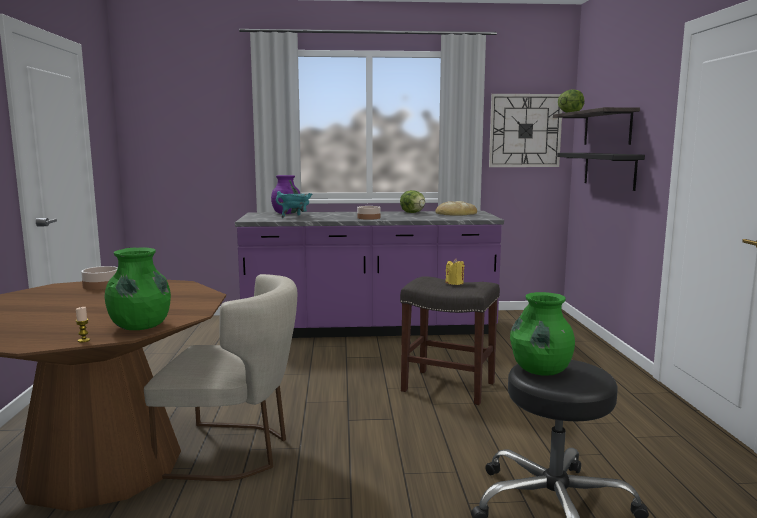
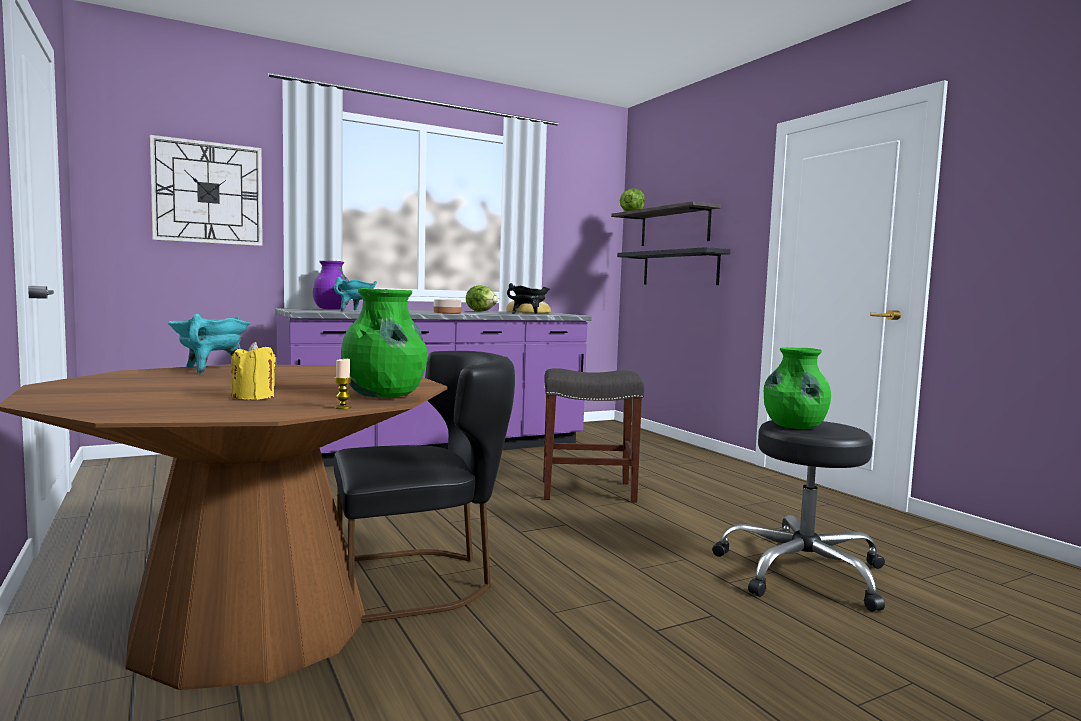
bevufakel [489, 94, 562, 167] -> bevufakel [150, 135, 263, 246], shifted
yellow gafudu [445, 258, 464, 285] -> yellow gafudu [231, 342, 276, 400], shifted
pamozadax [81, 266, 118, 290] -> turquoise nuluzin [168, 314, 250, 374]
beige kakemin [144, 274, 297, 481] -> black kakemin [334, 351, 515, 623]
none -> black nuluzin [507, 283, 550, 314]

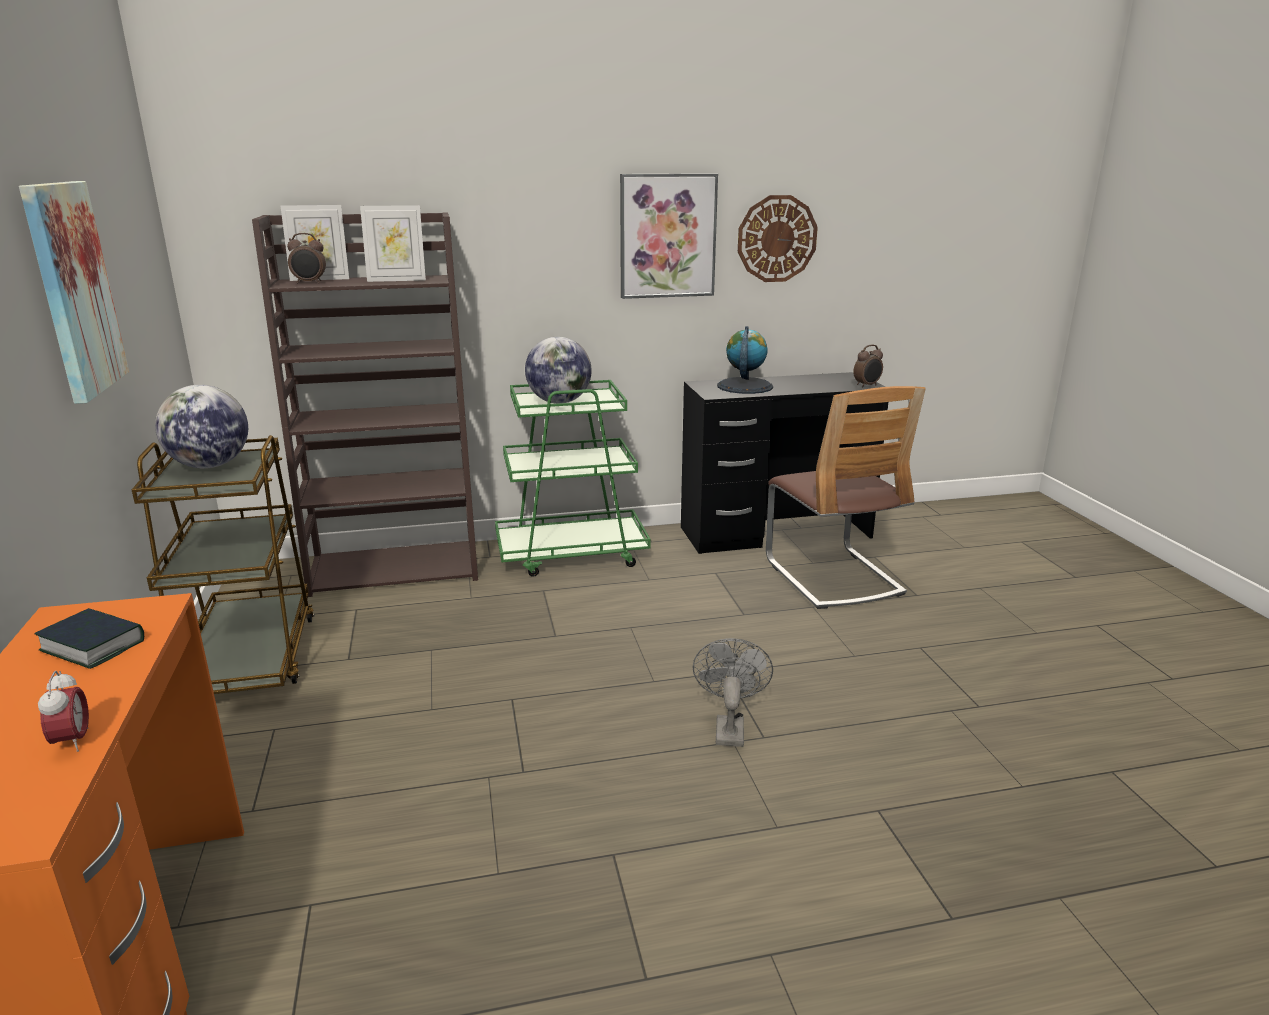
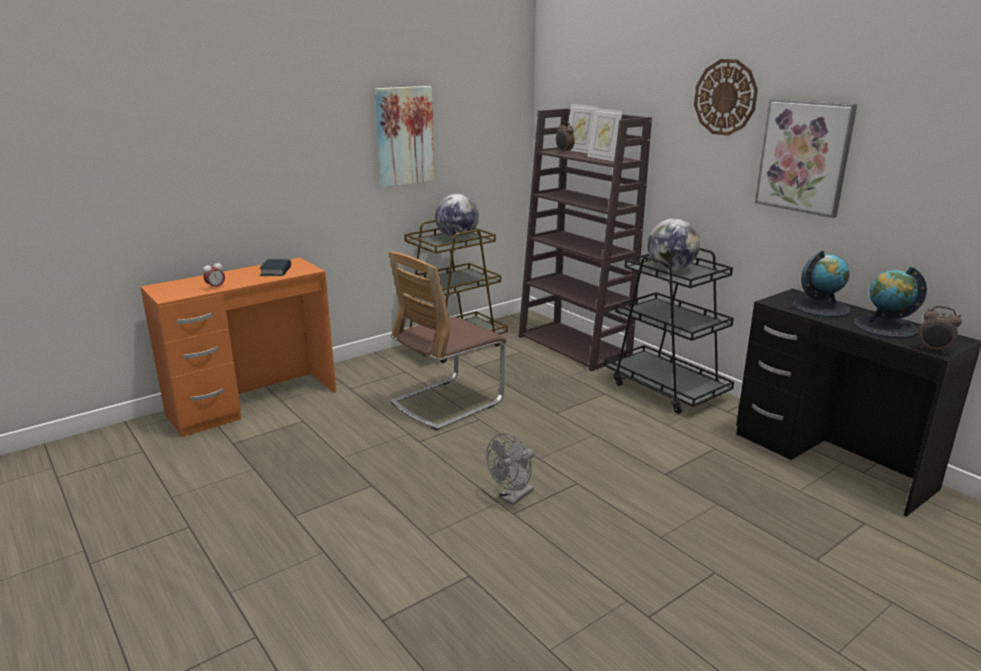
bevufakel [738, 195, 818, 282] -> bevufakel [694, 59, 758, 136], shifted
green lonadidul [495, 380, 651, 577] -> black lonadidul [604, 248, 734, 414]
kakemin [766, 386, 926, 609] -> kakemin [388, 251, 506, 430], shifted
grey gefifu [693, 638, 773, 747] -> grey gefifu [486, 433, 534, 505], 150 degrees clockwise
none -> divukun [854, 266, 927, 338]

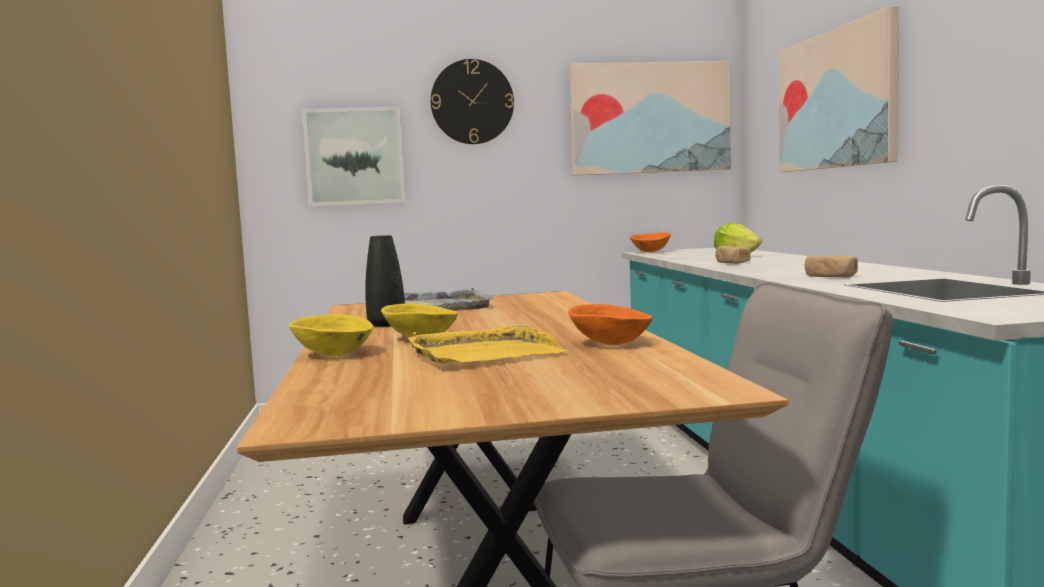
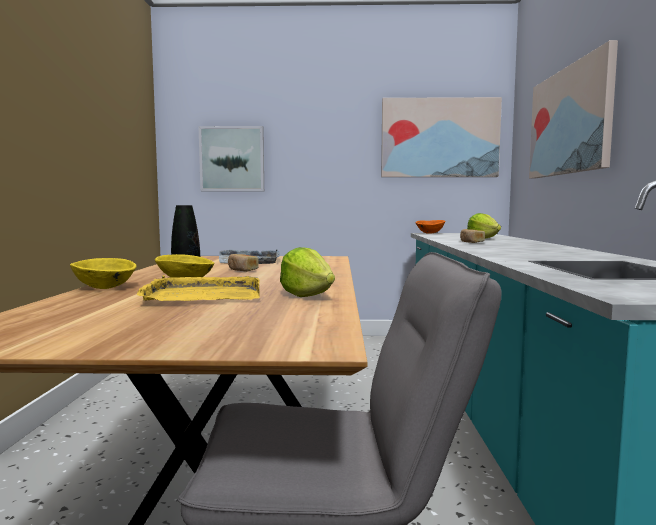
bevufakel [431, 59, 514, 144] -> none
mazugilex [805, 255, 858, 277] -> mazugilex [228, 254, 259, 272], shifted
orange pamozadax [568, 304, 653, 345] -> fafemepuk [280, 247, 335, 297]

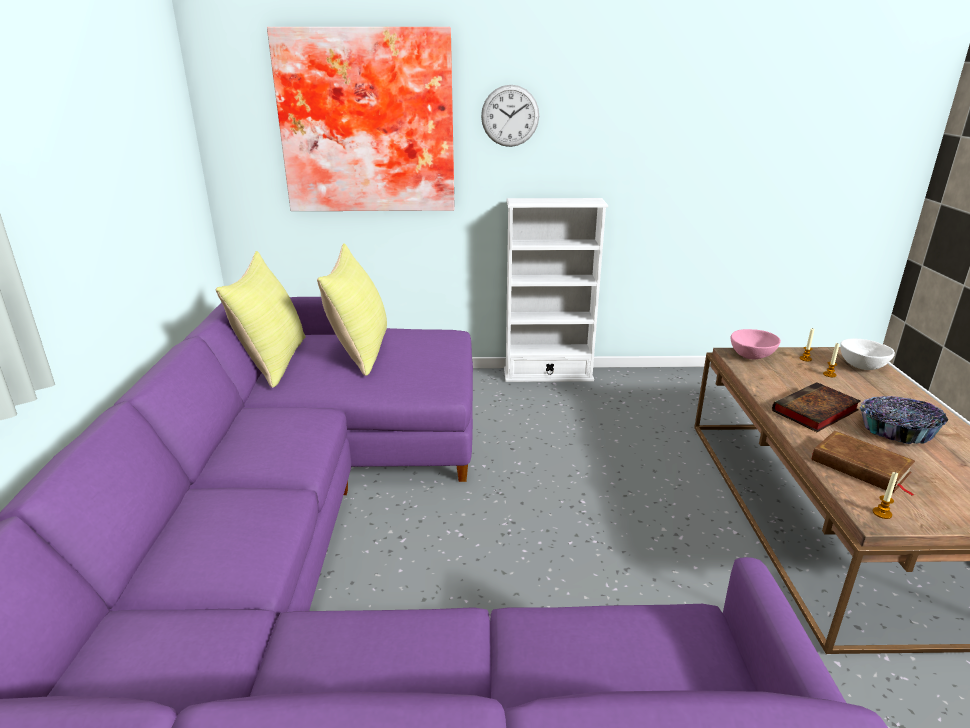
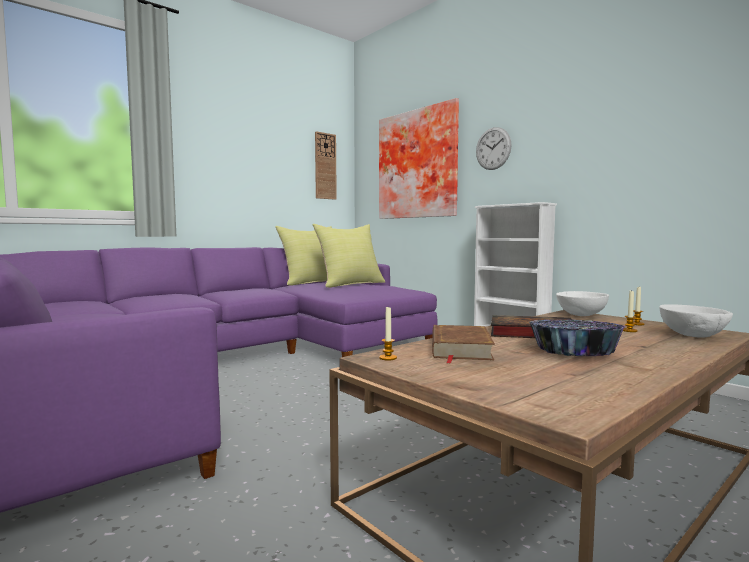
pink pamozadax [730, 329, 781, 360] -> white pamozadax [556, 291, 609, 316]
none -> bevufakel [315, 131, 337, 200]

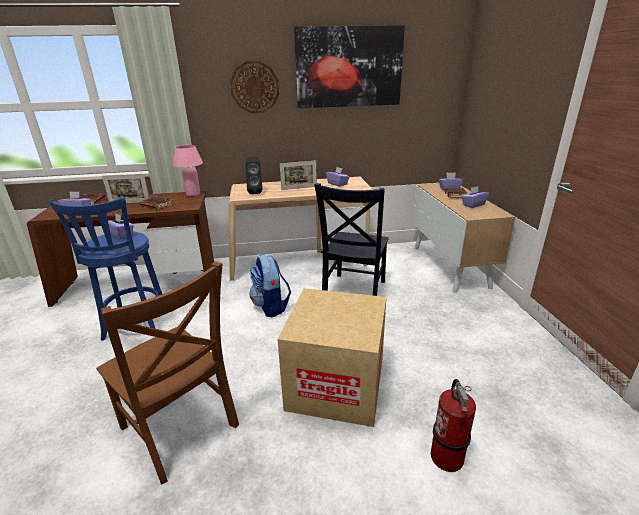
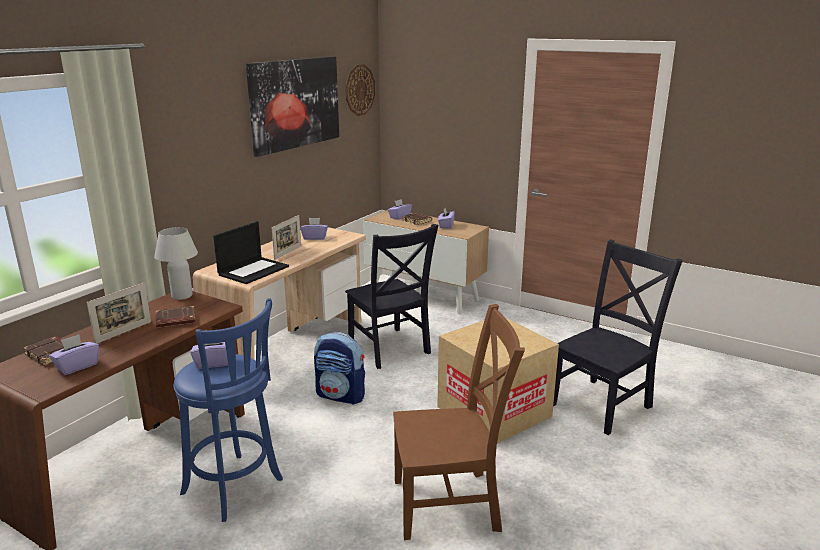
bevufakel [230, 61, 279, 113] -> bevufakel [346, 64, 375, 116], shifted
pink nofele [173, 145, 203, 196] -> white nofele [154, 227, 198, 300]
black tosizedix [246, 157, 262, 194] -> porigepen [213, 221, 289, 284]
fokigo [431, 379, 476, 472] -> black kakemin [553, 239, 683, 435]

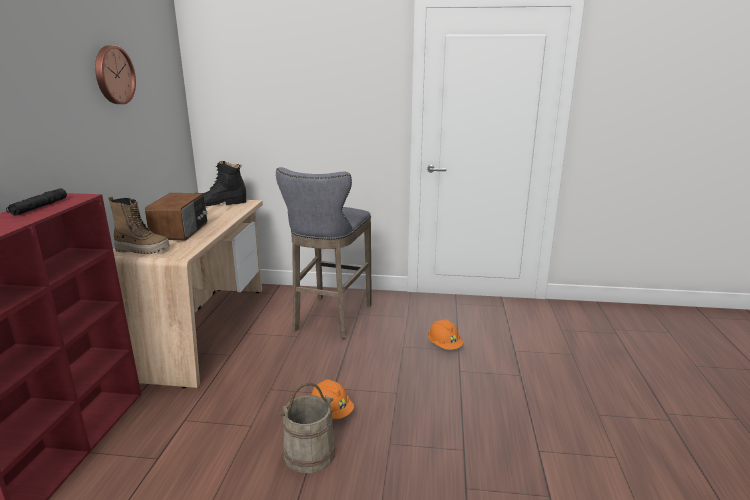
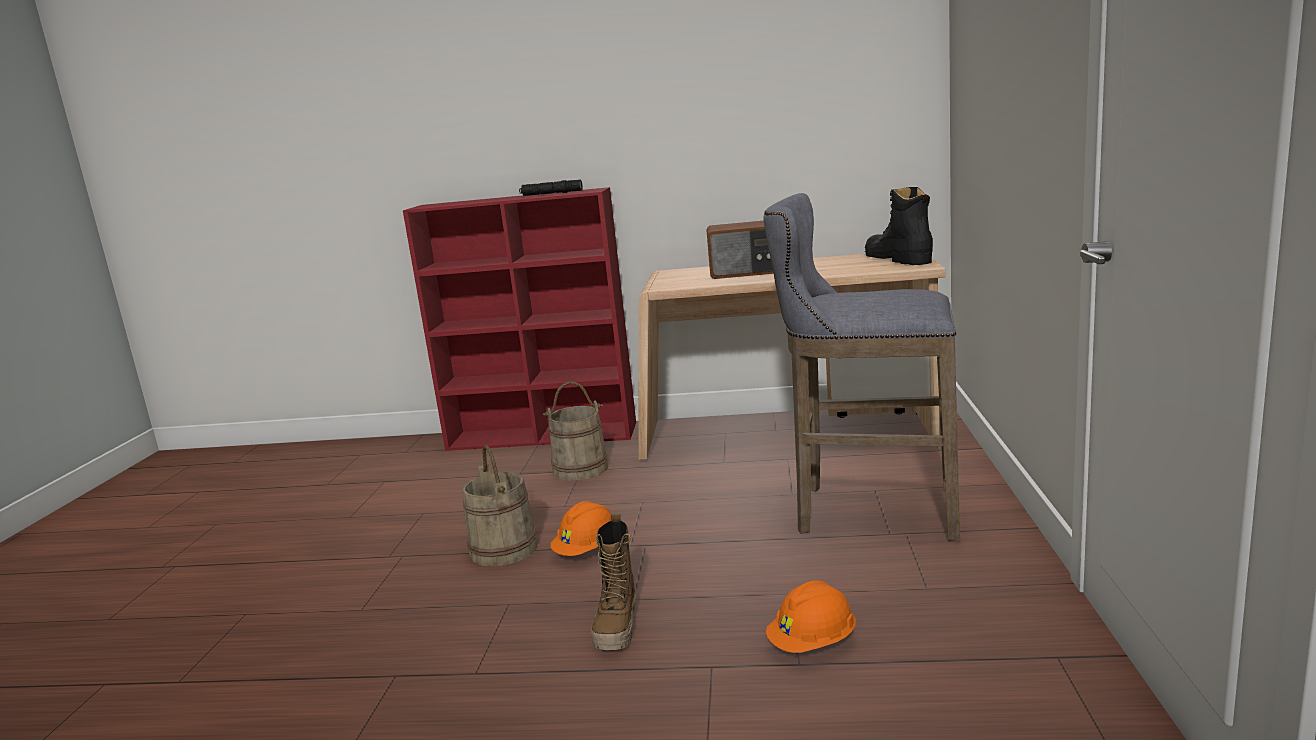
bevufakel [95, 45, 136, 104] -> none
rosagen [108, 196, 170, 254] -> rosagen [591, 513, 636, 650], shifted
none -> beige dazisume [543, 381, 609, 481]

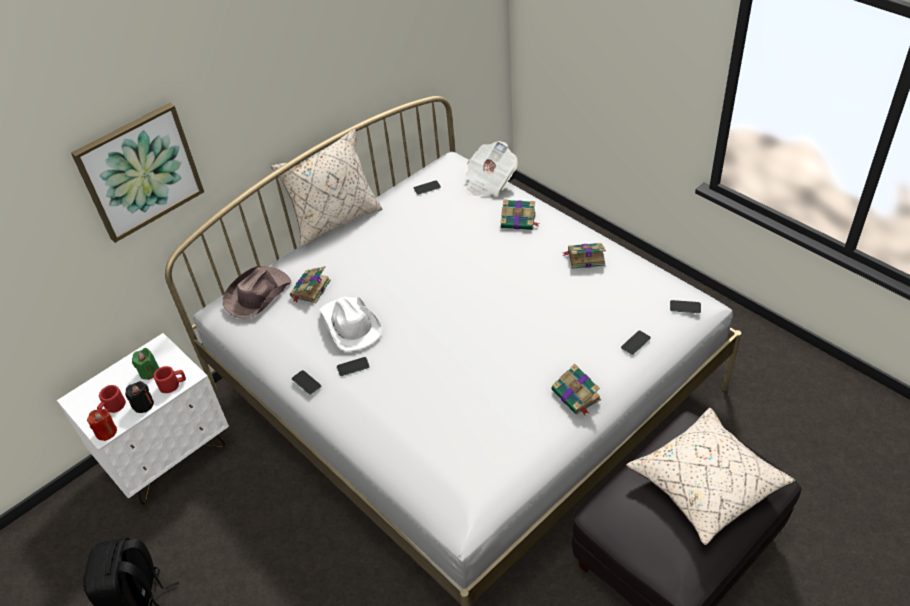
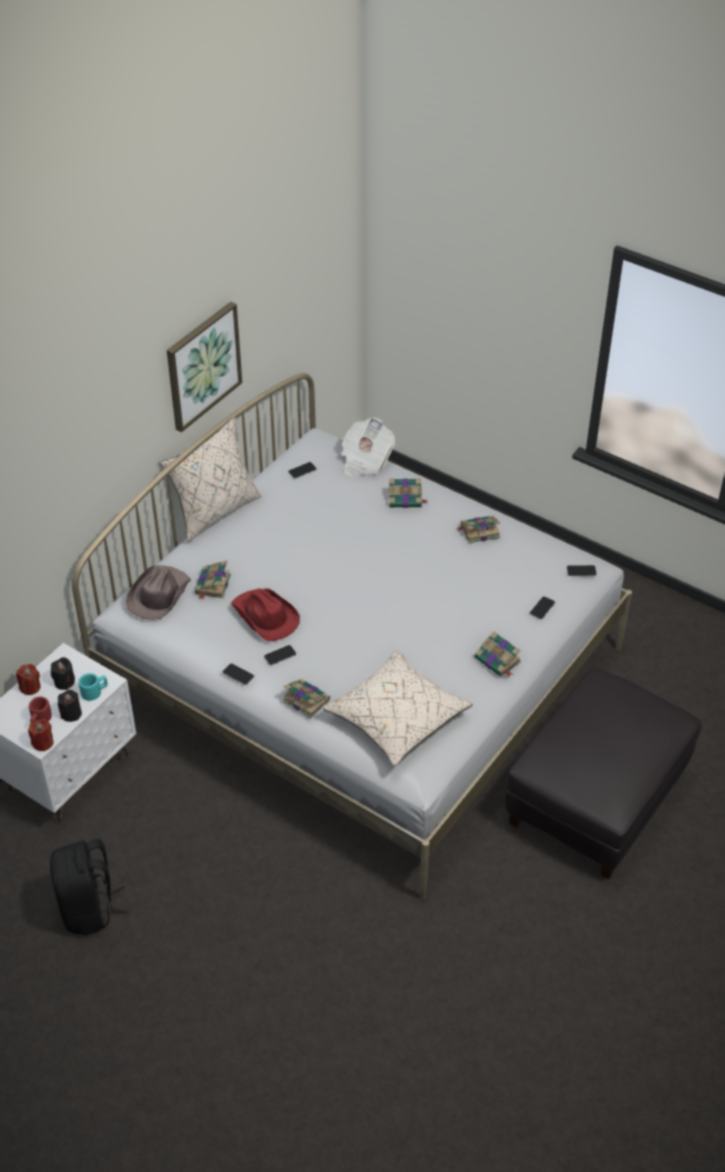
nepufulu [71, 103, 204, 243] -> nepufulu [167, 302, 242, 432], shifted
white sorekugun [320, 296, 382, 351] -> red sorekugun [231, 588, 300, 642]
green gafudu [132, 348, 159, 380] -> black gafudu [51, 657, 75, 690]
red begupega [154, 366, 186, 393] -> turquoise begupega [78, 673, 108, 701]
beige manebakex [626, 408, 795, 545] -> beige manebakex [322, 650, 473, 766], shifted
none -> red gafudu [16, 664, 41, 695]
none -> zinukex [283, 678, 330, 719]

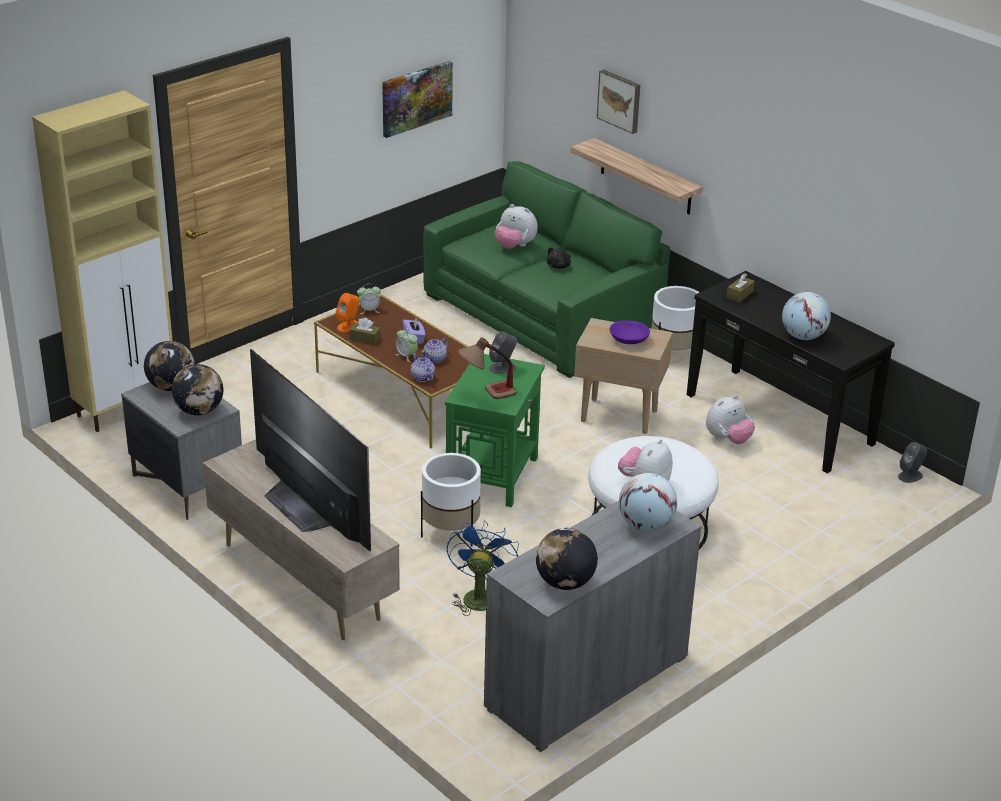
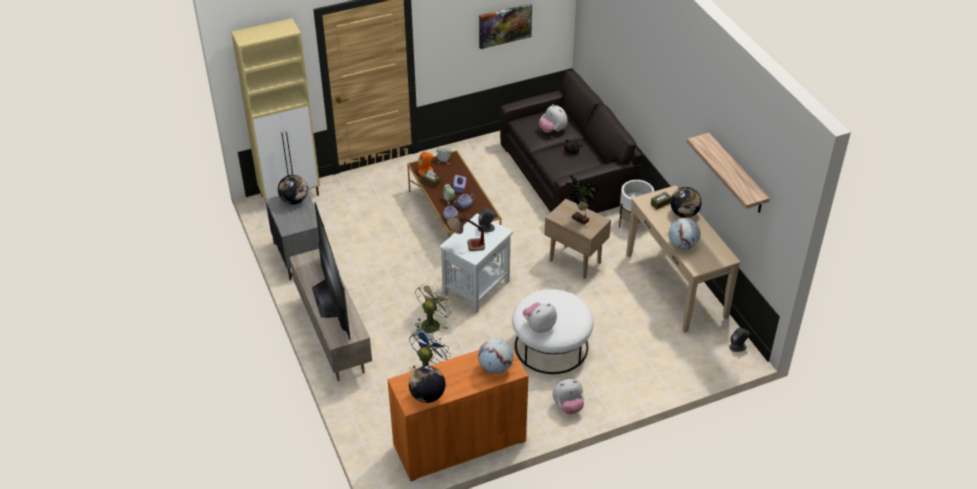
nepufulu [597, 70, 640, 134] -> none
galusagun [571, 138, 703, 214] -> galusagun [687, 133, 770, 213], shifted
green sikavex [423, 161, 670, 378] -> grey sikavex [500, 70, 642, 213]
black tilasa [687, 271, 895, 473] -> beige tilasa [626, 185, 741, 333]
purple pamozadax [610, 320, 650, 344] -> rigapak [566, 175, 598, 225]
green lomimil [445, 354, 545, 507] -> white lomimil [439, 214, 513, 313]
divukun [172, 364, 224, 415] -> divukun [670, 187, 702, 218], shifted
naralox [706, 395, 755, 444] -> naralox [553, 379, 584, 414], shifted
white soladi [421, 453, 481, 547] -> green gefifu [415, 282, 454, 334]
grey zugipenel [484, 501, 702, 752] -> orange zugipenel [388, 341, 529, 481]

